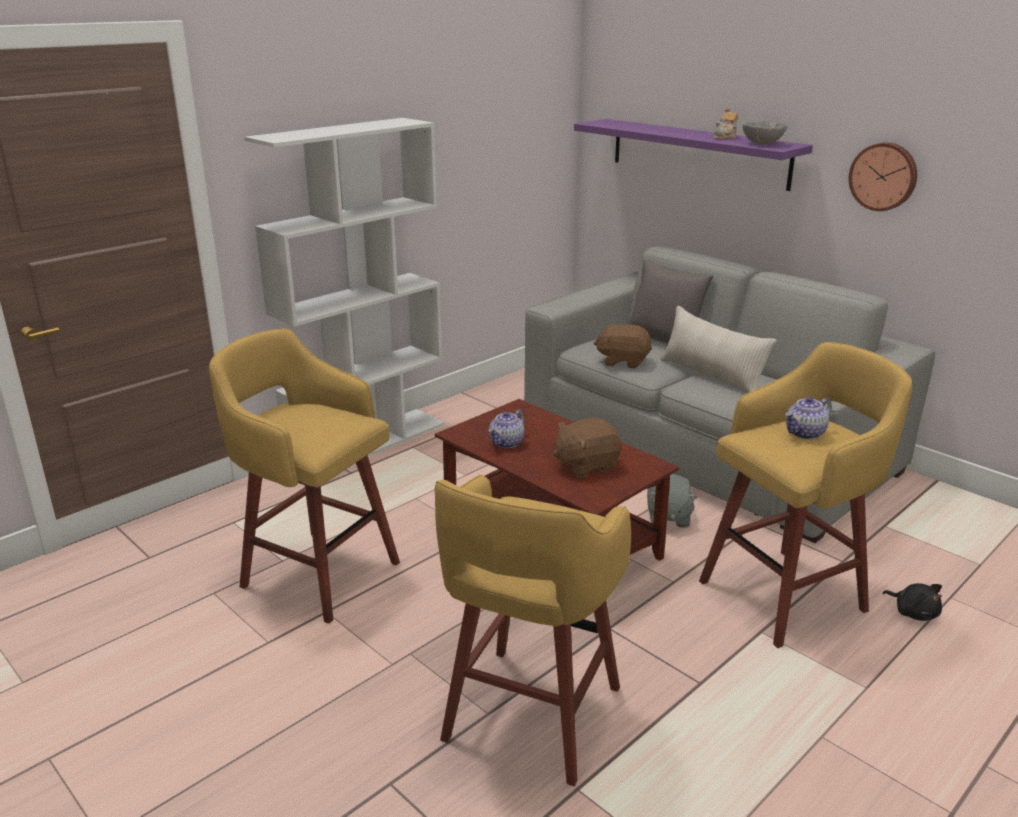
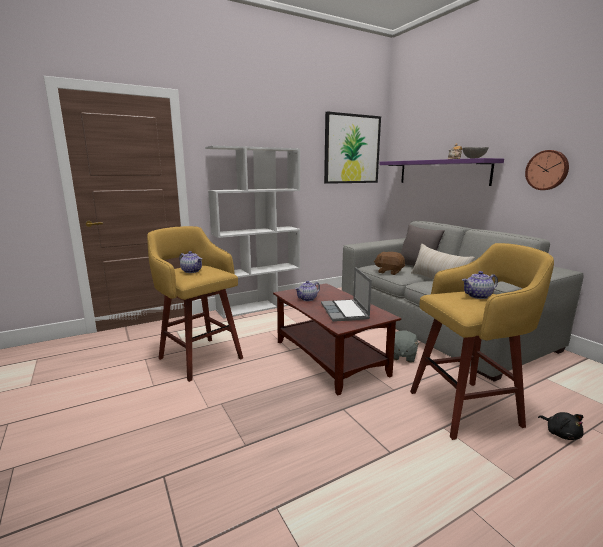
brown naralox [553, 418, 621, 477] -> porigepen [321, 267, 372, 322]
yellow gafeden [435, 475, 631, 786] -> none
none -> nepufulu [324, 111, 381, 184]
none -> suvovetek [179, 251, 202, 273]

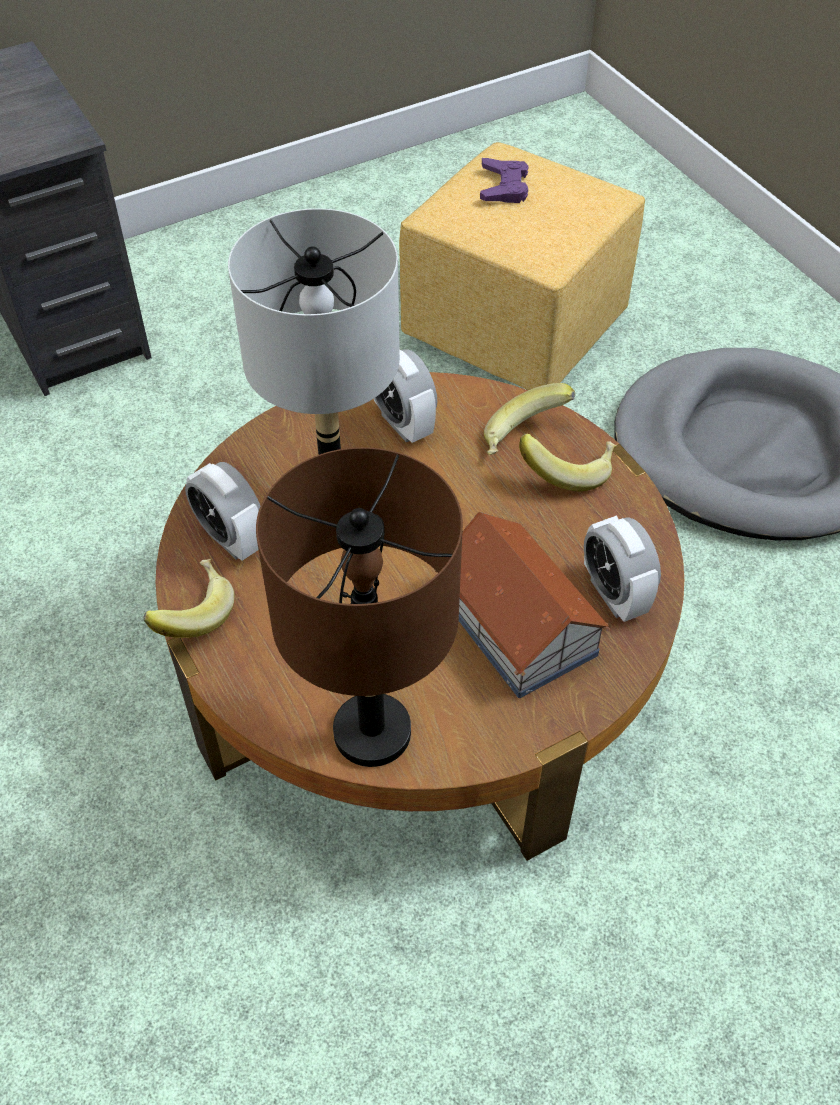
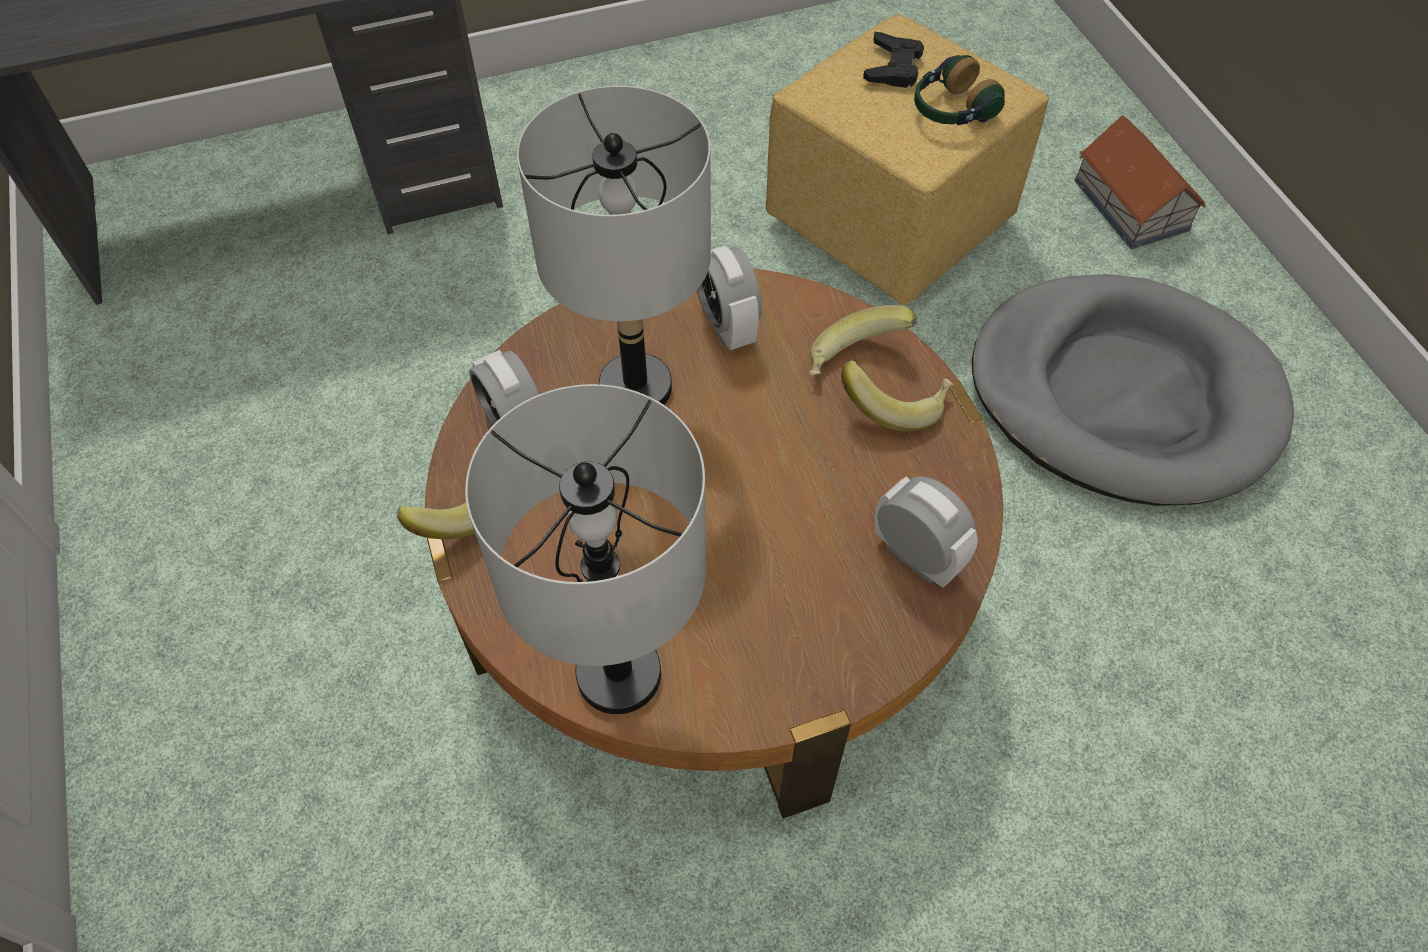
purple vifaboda [480, 158, 529, 203] -> black vifaboda [863, 32, 924, 88]
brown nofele [256, 447, 463, 767] -> grey nofele [465, 384, 706, 714]
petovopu [434, 512, 610, 698] -> petovopu [1075, 116, 1206, 249], shifted
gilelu [584, 515, 661, 622] -> gilelu [875, 476, 978, 588], 150 degrees clockwise
none -> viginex [914, 55, 1005, 125]

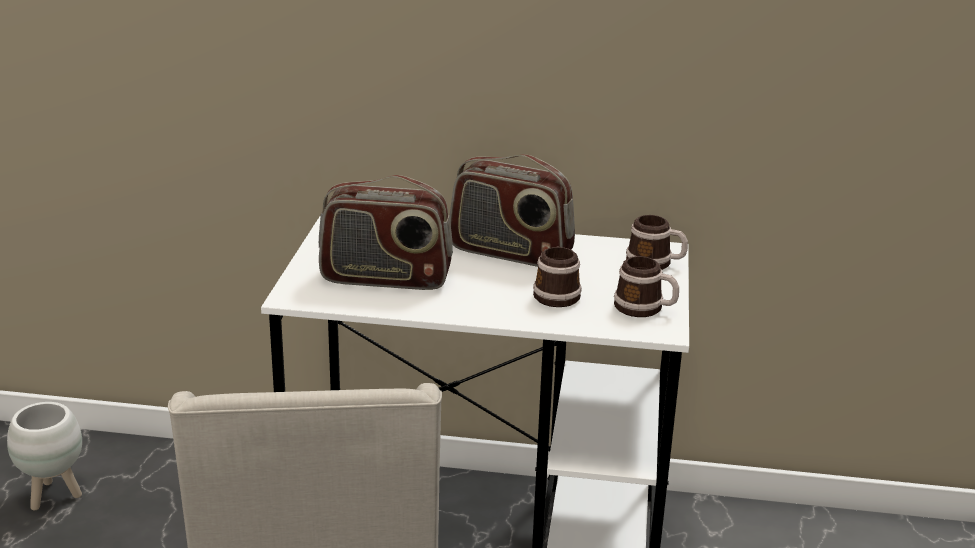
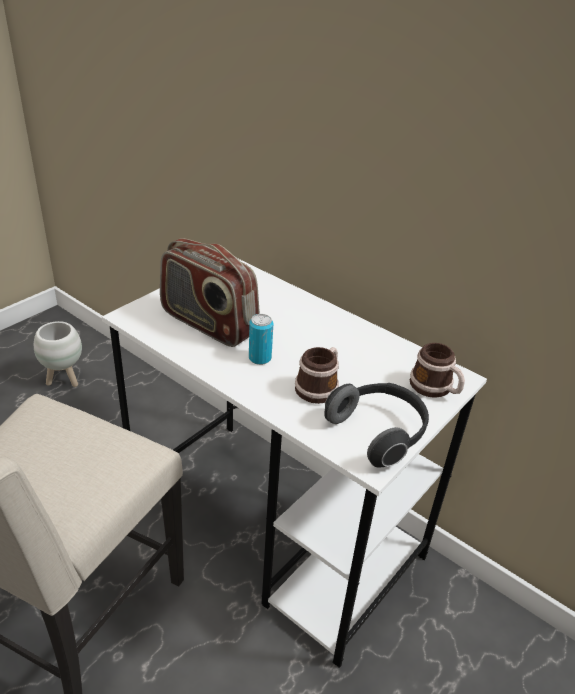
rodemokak [450, 154, 575, 267] -> none
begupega [614, 256, 679, 317] -> viginex [324, 383, 429, 468]
none -> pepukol [249, 314, 273, 365]

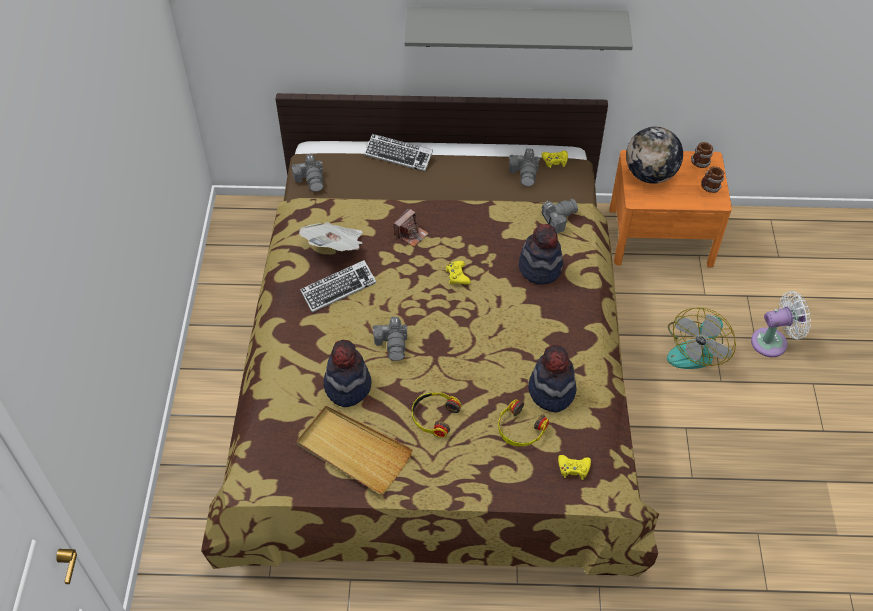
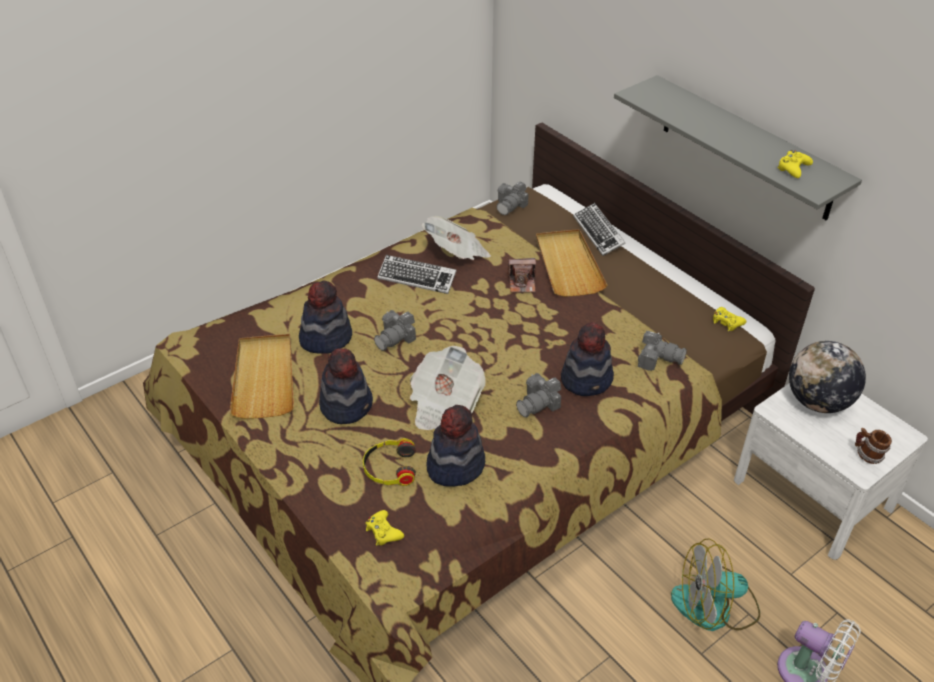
begupega [691, 142, 713, 168] -> none
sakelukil [509, 149, 539, 186] -> sakelukil [516, 373, 561, 417], shifted
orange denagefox [609, 150, 732, 268] -> white denagefox [734, 383, 928, 560]
yellow vifaboda [446, 261, 471, 284] -> yellow vifaboda [777, 150, 813, 178], shifted
viginex [412, 393, 462, 437] -> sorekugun [319, 348, 373, 424]
none -> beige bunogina [536, 229, 607, 297]
none -> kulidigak [410, 346, 486, 430]

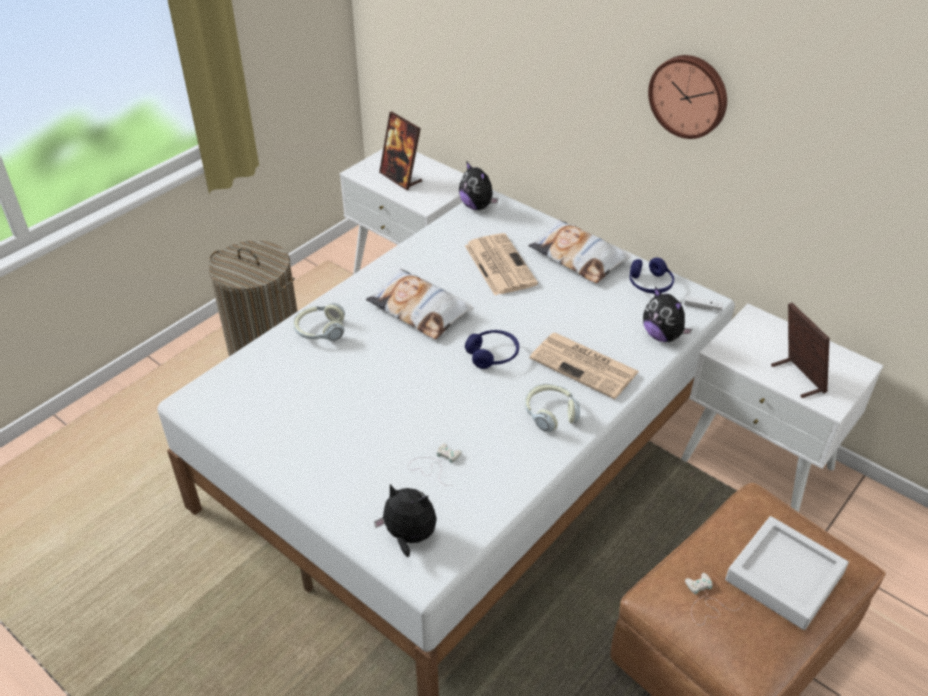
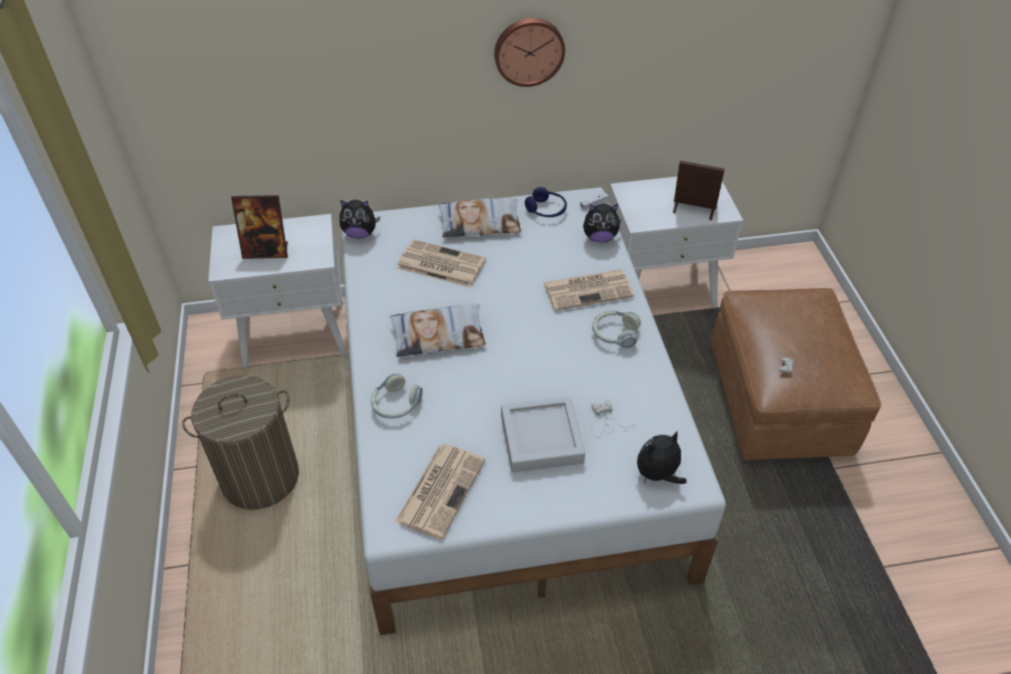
blue viginex [465, 330, 519, 369] -> none
grey bunogina [725, 516, 849, 630] -> grey bunogina [501, 396, 585, 473], shifted
none -> kulidigak [395, 444, 485, 539]

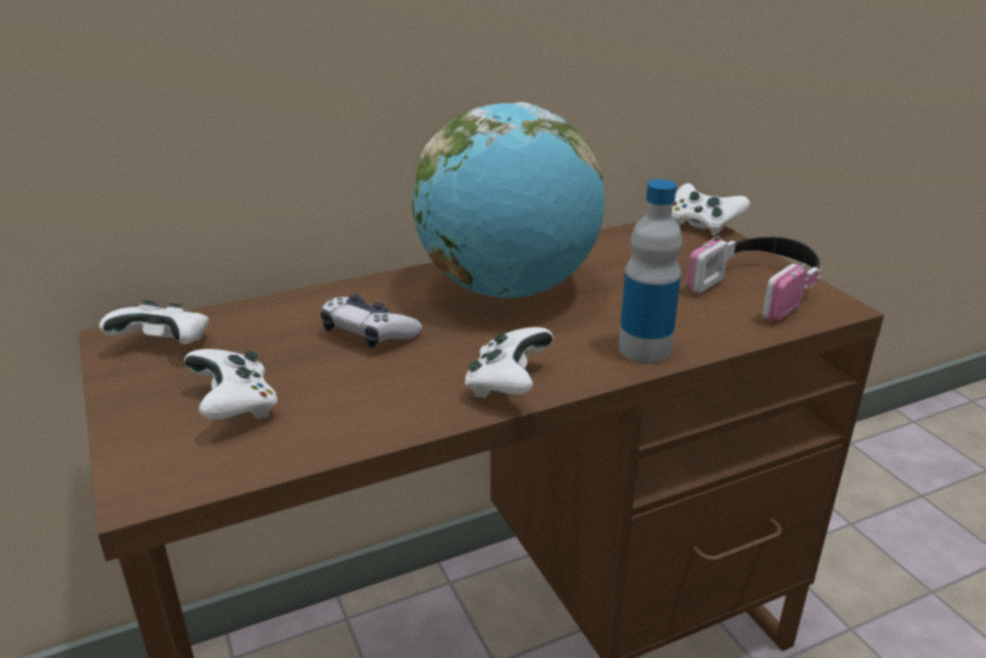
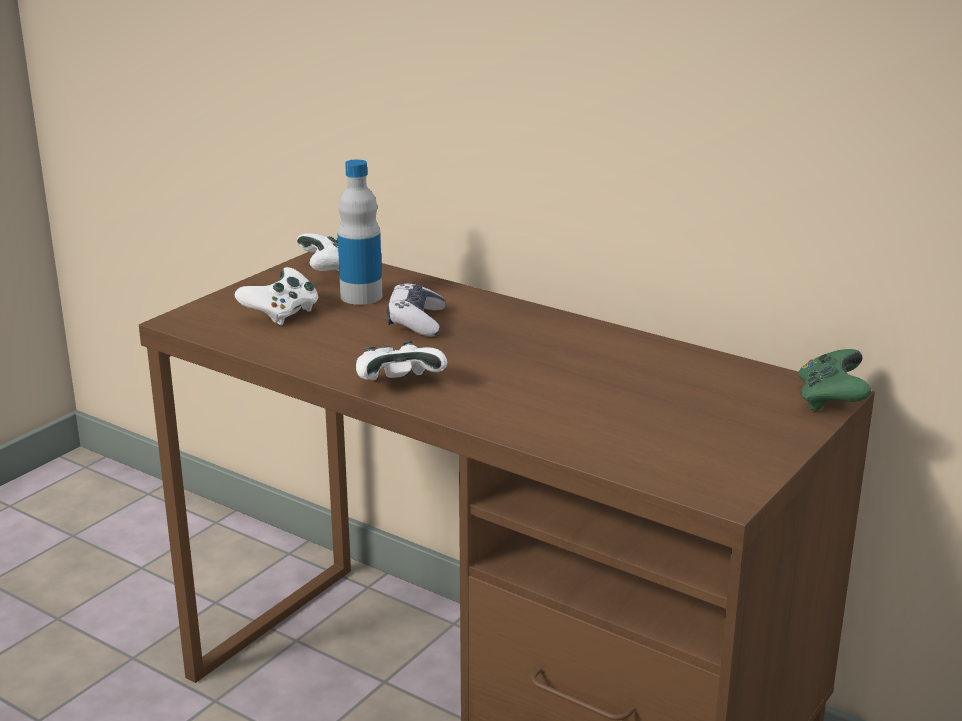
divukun [412, 102, 605, 298] -> none
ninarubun [619, 179, 682, 363] -> ninarubun [338, 159, 382, 305], shifted
white vifaboda [672, 183, 750, 236] -> green vifaboda [798, 349, 871, 410]
viginex [687, 236, 822, 321] -> none

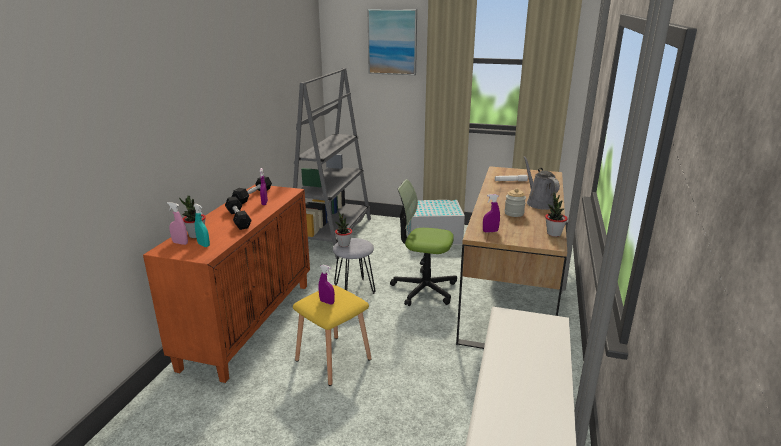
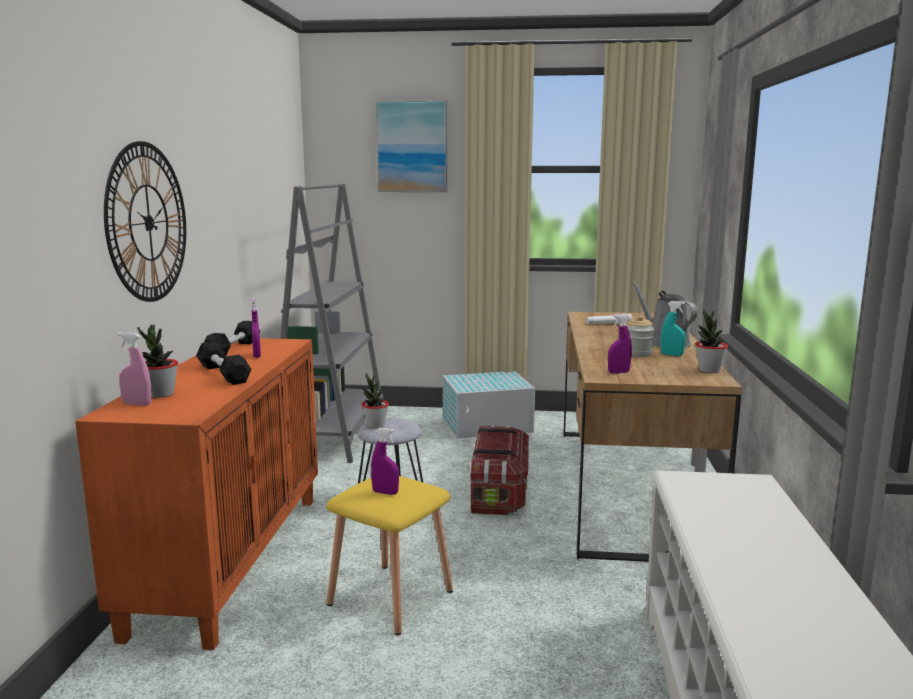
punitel [390, 179, 457, 306] -> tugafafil [470, 425, 529, 515]
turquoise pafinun [194, 204, 210, 247] -> turquoise pafinun [661, 301, 686, 356], shifted
none -> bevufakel [104, 141, 186, 302]

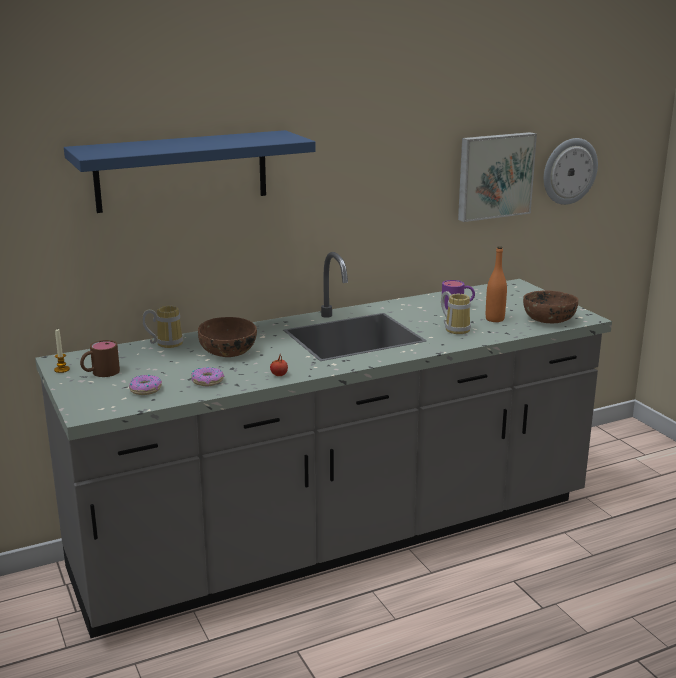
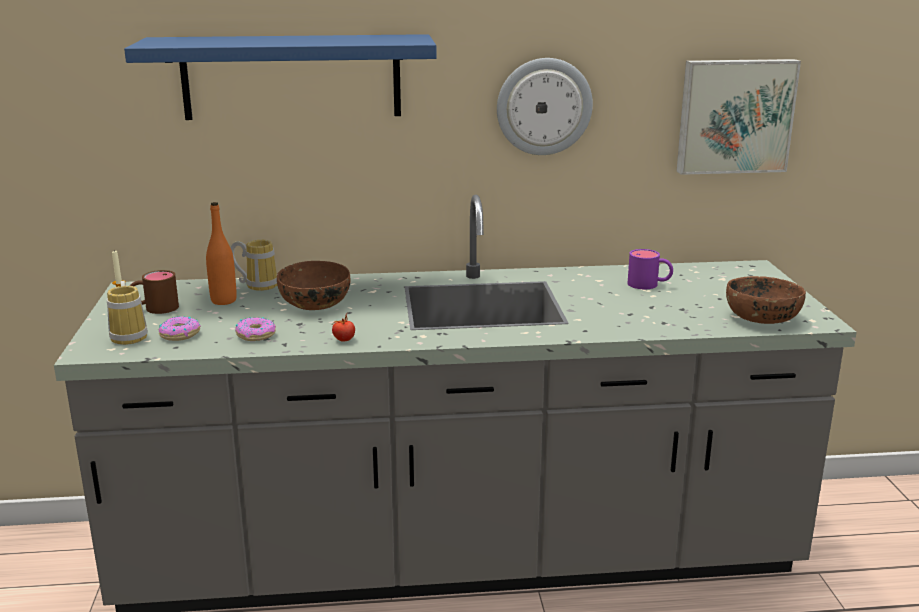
bevufakel [544, 138, 598, 205] -> bevufakel [497, 58, 593, 155], shifted
orange ninarubun [486, 246, 507, 322] -> orange ninarubun [206, 202, 237, 305], shifted
begupega [441, 291, 471, 334] -> begupega [107, 281, 148, 345], shifted

